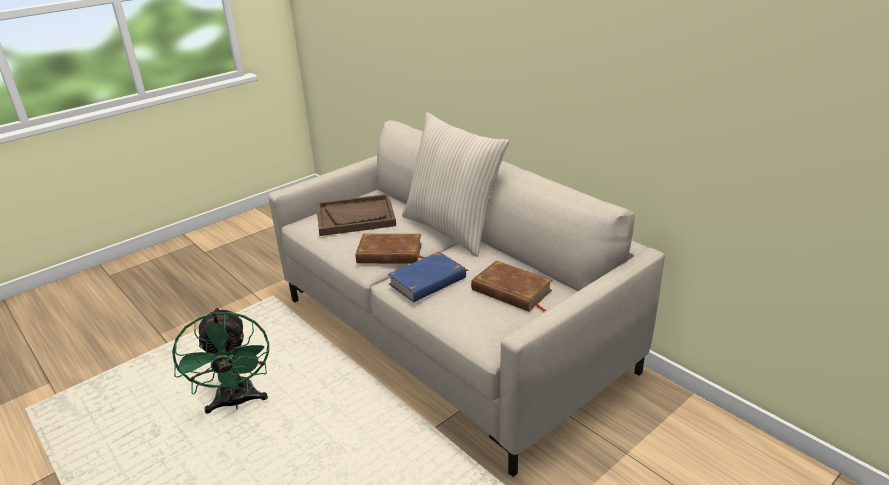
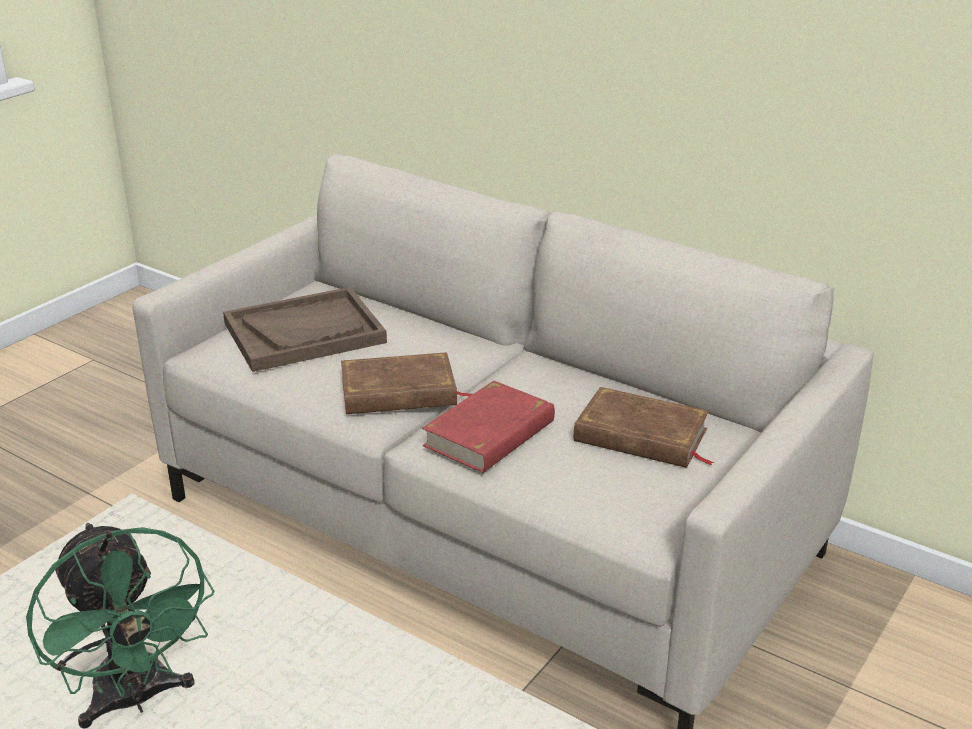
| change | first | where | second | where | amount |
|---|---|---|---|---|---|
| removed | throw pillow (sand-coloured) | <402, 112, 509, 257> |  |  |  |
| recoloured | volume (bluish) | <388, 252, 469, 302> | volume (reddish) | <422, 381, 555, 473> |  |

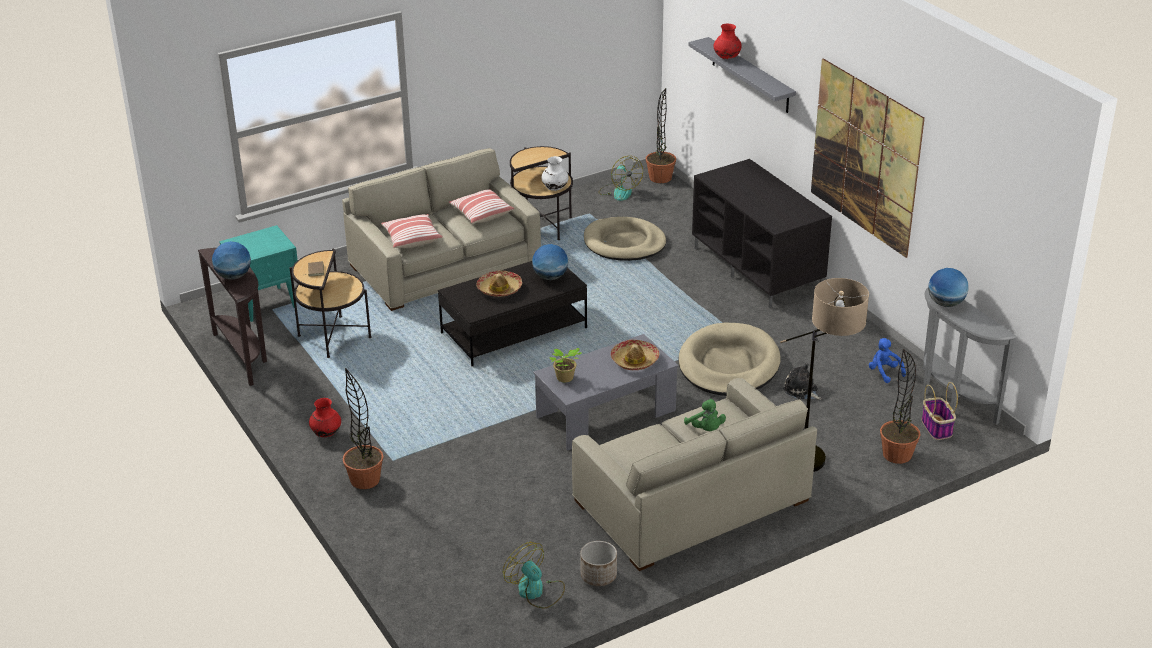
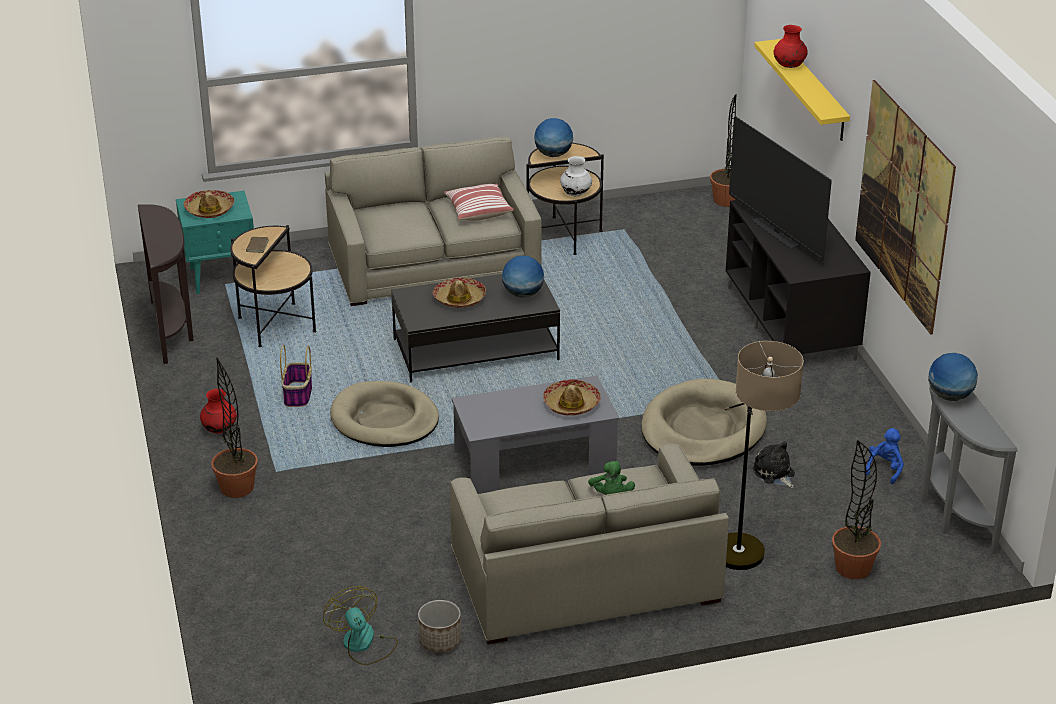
| change | first | where | second | where | amount |
|---|---|---|---|---|---|
| removed | throw pillow | <381, 214, 443, 248> |  |  |  |
| removed | plant in a pot | <549, 348, 582, 382> |  |  |  |
| removed | fan | <599, 156, 643, 201> |  |  |  |
| added |  |  | wearable hat | <184, 190, 234, 218> |  |
| added |  |  | TV | <729, 116, 832, 261> |  |
| moved | desk globe | <212, 241, 251, 279> |  | <535, 118, 573, 157> |  |
| moved | dog cushion (sand-coloured) | <584, 217, 666, 261> |  | <330, 381, 439, 447> |  |
| moved | storage basket | <922, 382, 958, 440> |  | <280, 345, 312, 407> |  |
| recoloured | wall shelf (grey) | <689, 37, 796, 113> | wall shelf (yellowish) | <754, 39, 850, 141> |  |
| turned | plush toy (bluish) | <869, 338, 906, 383> |  | <866, 428, 904, 484> | 45 degrees clockwise |

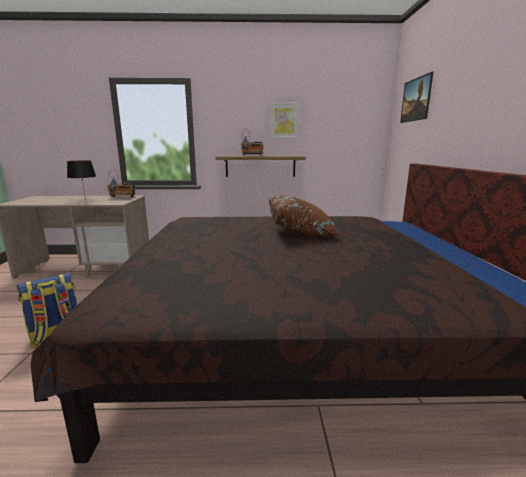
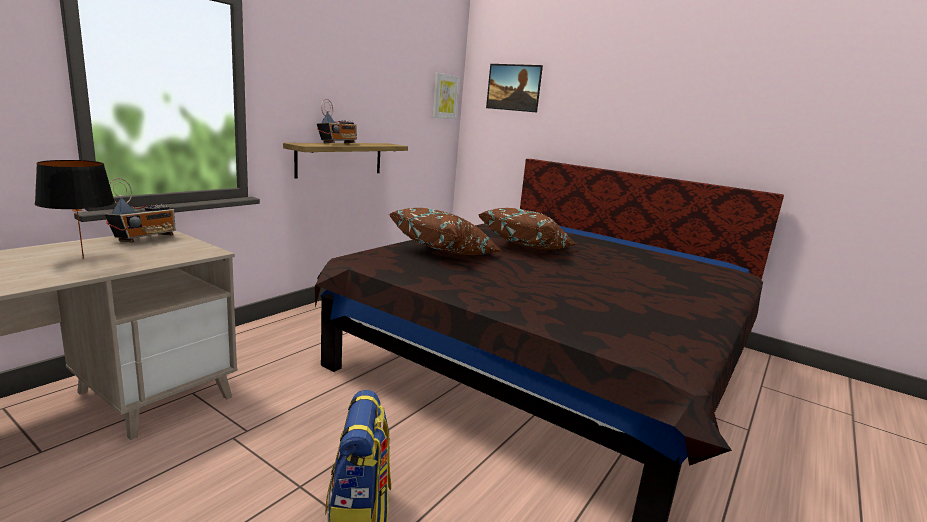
| change | first | where | second | where | amount |
|---|---|---|---|---|---|
| added |  |  | throw pillow (brownish) | <389, 208, 501, 255> |  |
| moved | wall picture | <270, 103, 300, 139> |  | <432, 73, 460, 119> |  |

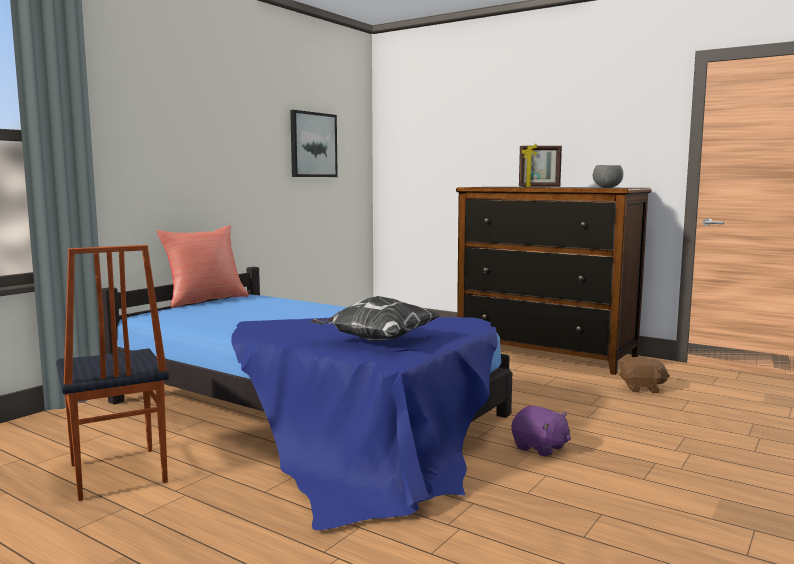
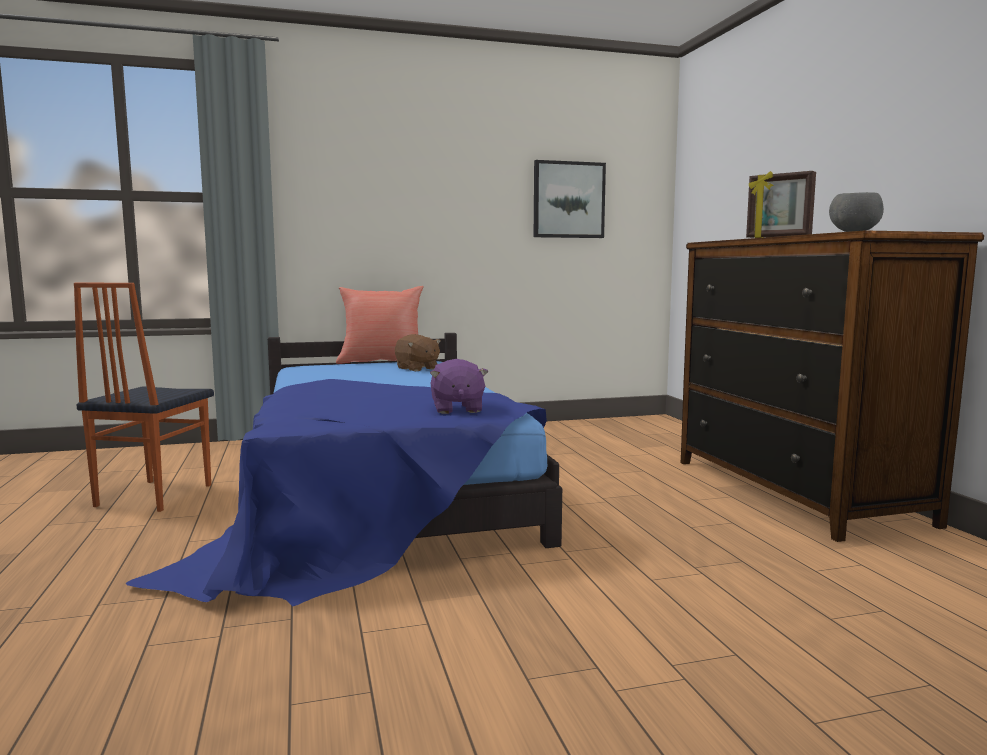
| change | first | where | second | where | amount |
|---|---|---|---|---|---|
| removed | throw pillow | <311, 296, 441, 341> |  |  |  |
| moved | plush toy (purple) | <512, 406, 571, 457> |  | <430, 359, 488, 414> |  |
| moved | plush toy (brownish) | <619, 357, 670, 393> |  | <395, 334, 441, 371> |  |

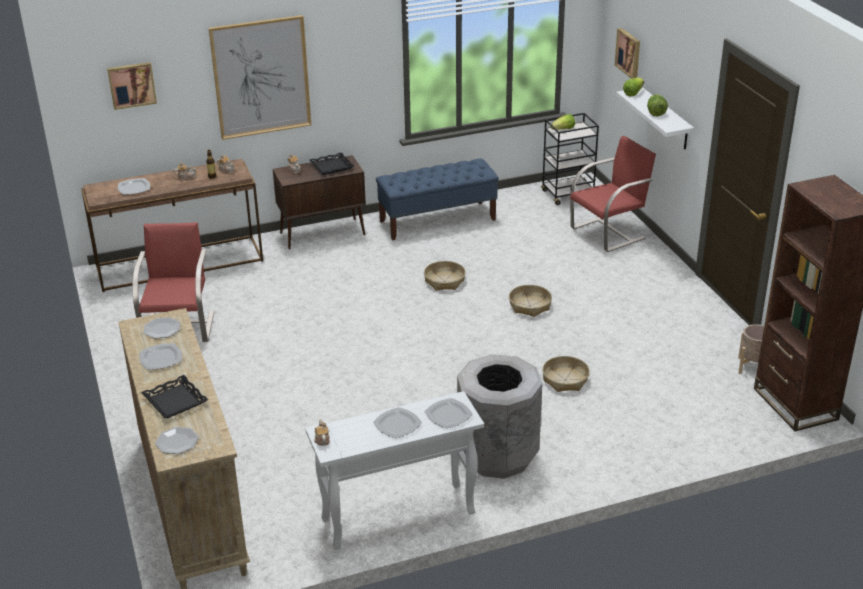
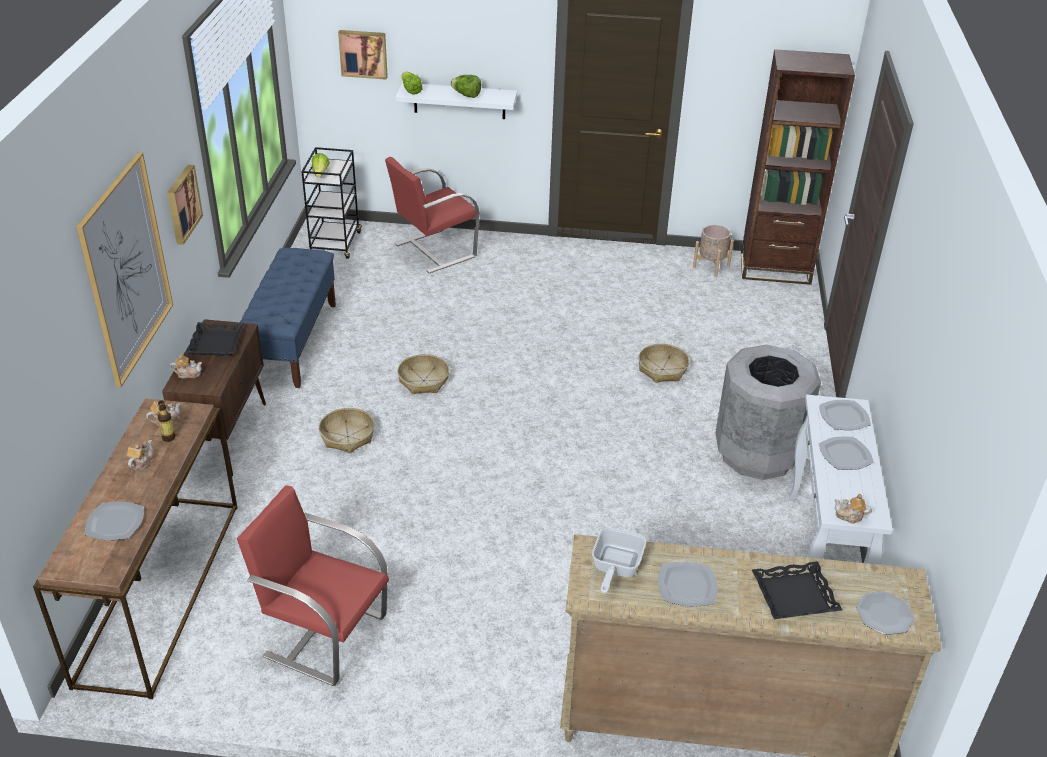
| change | first | where | second | where | amount |
|---|---|---|---|---|---|
| moved | wall picture | <107, 62, 157, 110> |  | <167, 165, 203, 245> |  |
| moved | storage basket | <509, 285, 552, 317> |  | <319, 408, 375, 453> |  |
| replaced | flat dish | <144, 317, 180, 339> | skillet | <592, 528, 646, 594> |  |
| turned | plain chair (reddish) | <570, 136, 656, 252> |  | <385, 157, 480, 274> | 120 degrees counterclockwise |

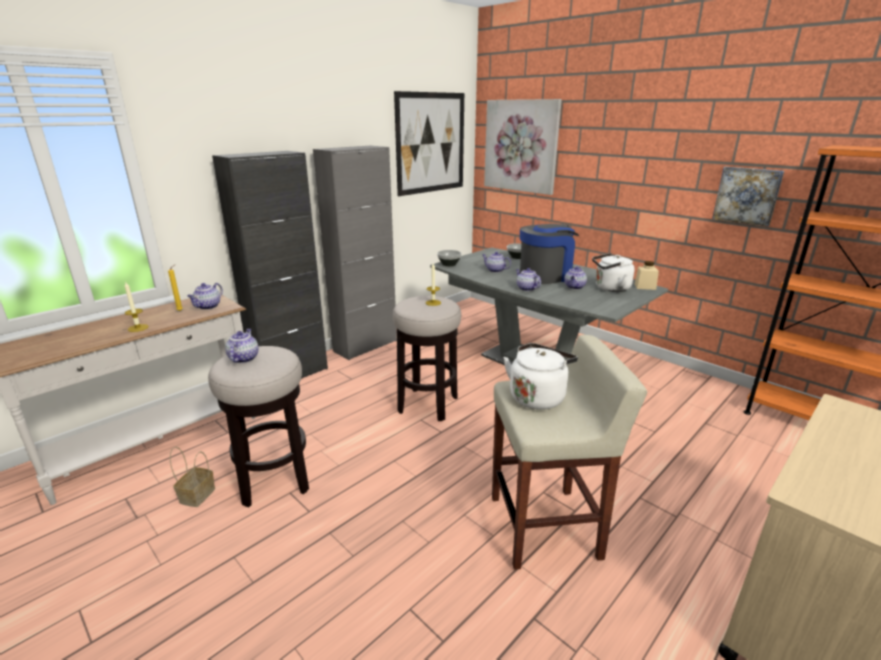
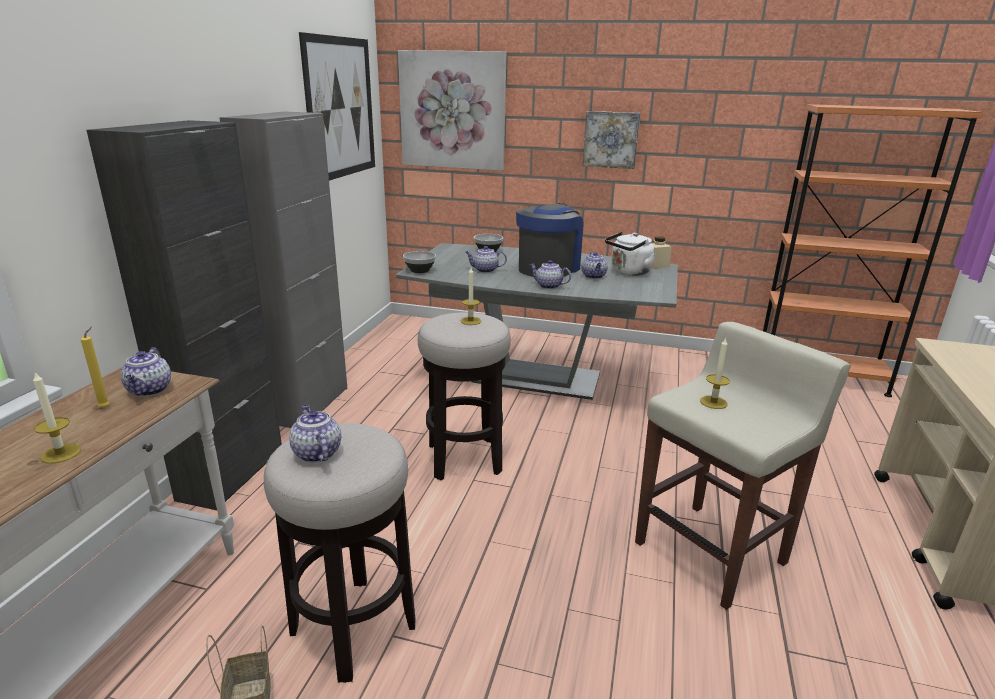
| change | first | where | second | where | amount |
|---|---|---|---|---|---|
| moved | wall picture | <712, 167, 784, 227> |  | <583, 111, 640, 169> |  |
| replaced | water kettle (whitish) | <504, 343, 578, 410> | wax light | <700, 337, 730, 409> |  |

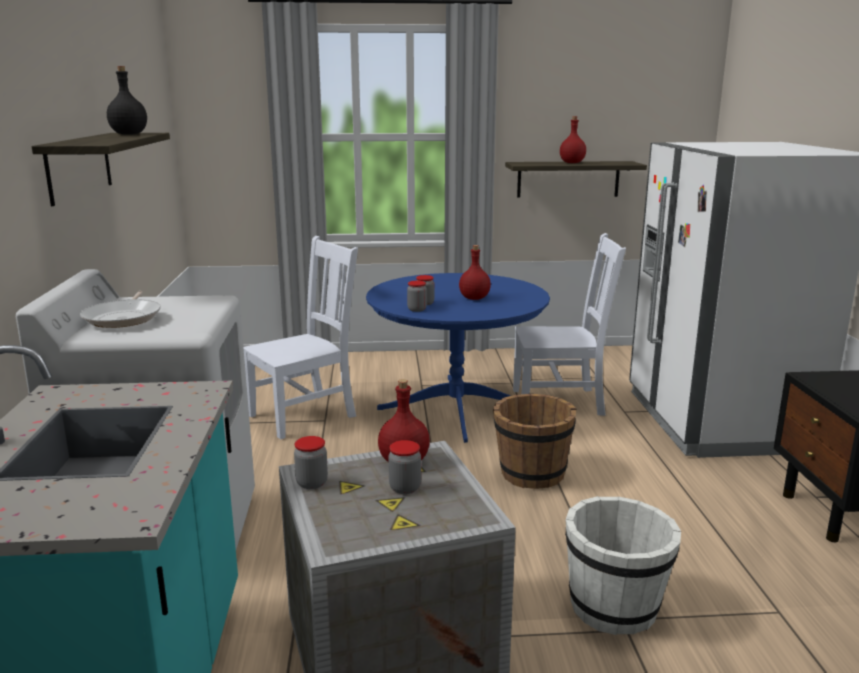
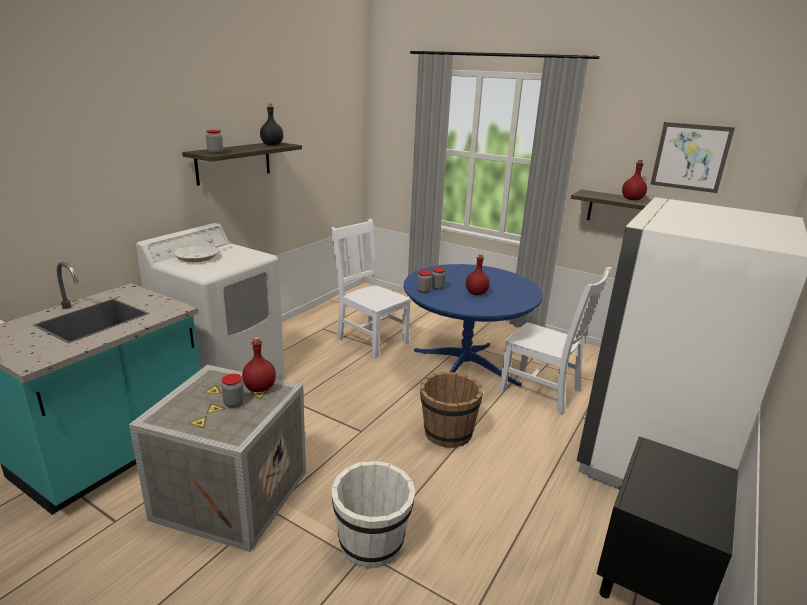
| change | first | where | second | where | amount |
|---|---|---|---|---|---|
| added |  |  | wall picture | <650, 122, 735, 193> |  |
| moved | preserve jar | <294, 436, 328, 489> |  | <206, 130, 223, 154> |  |
| turned | plain chair (whitish) | <243, 236, 358, 440> |  | <331, 219, 411, 358> | 135 degrees counterclockwise |

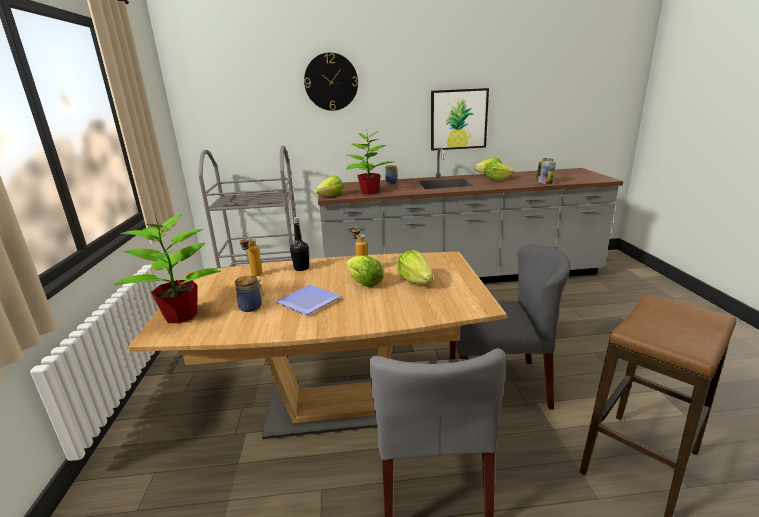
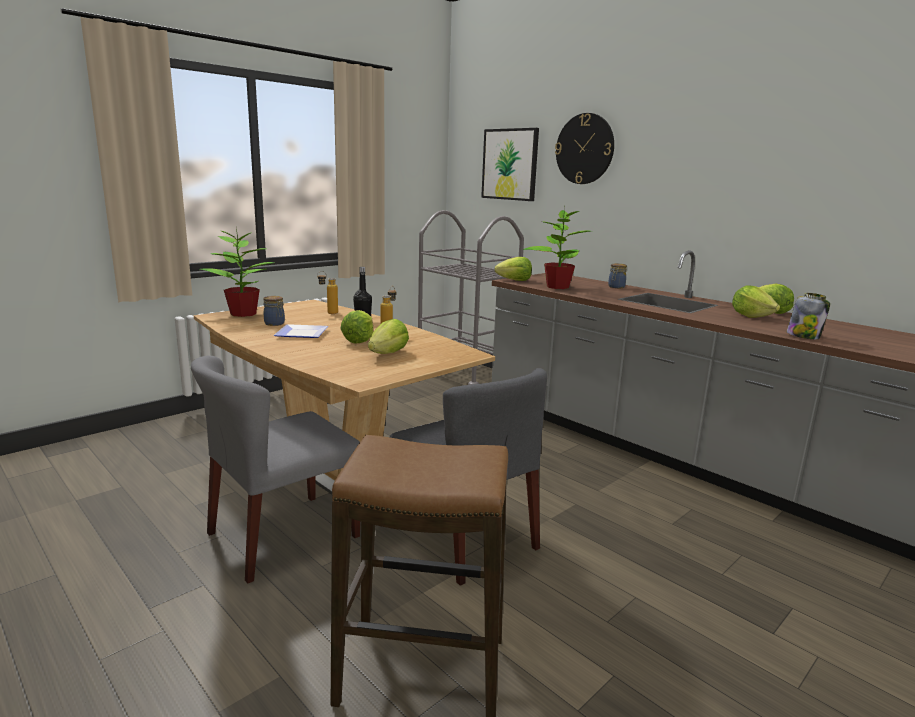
| change | first | where | second | where | amount |
|---|---|---|---|---|---|
| moved | wall picture | <431, 88, 489, 150> |  | <481, 128, 539, 201> |  |

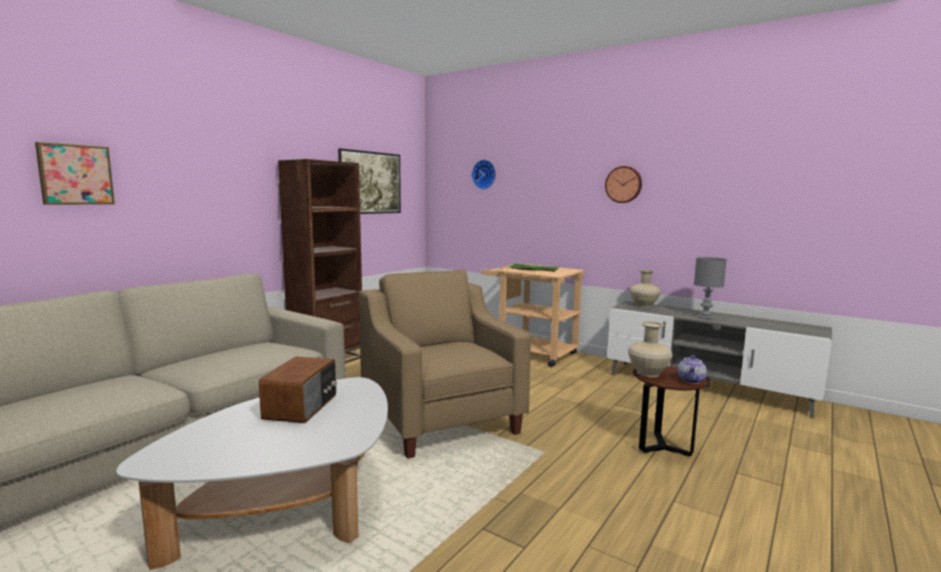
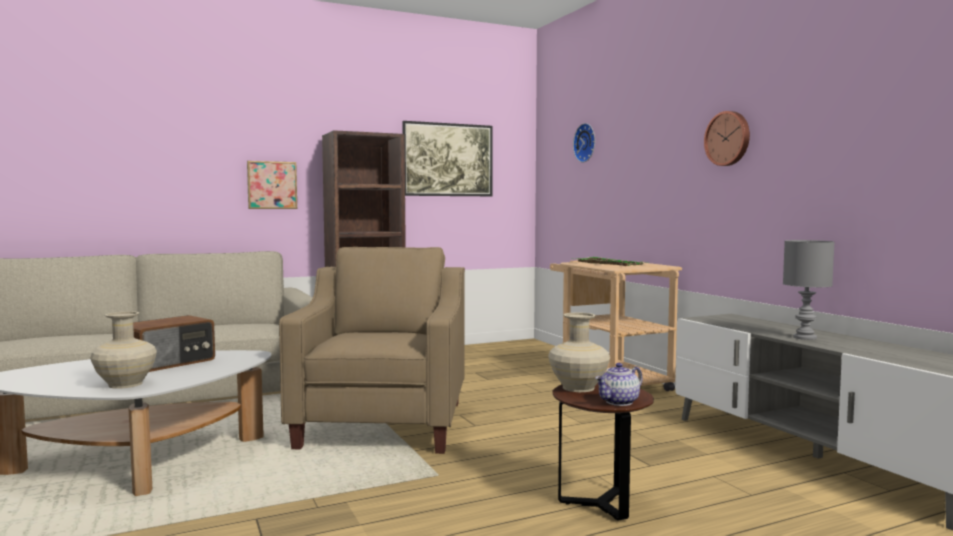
| change | first | where | second | where | amount |
|---|---|---|---|---|---|
| moved | wall picture | <35, 142, 115, 205> |  | <247, 161, 297, 209> |  |
| moved | vase (sand-coloured) | <630, 270, 661, 308> |  | <90, 311, 157, 389> |  |

